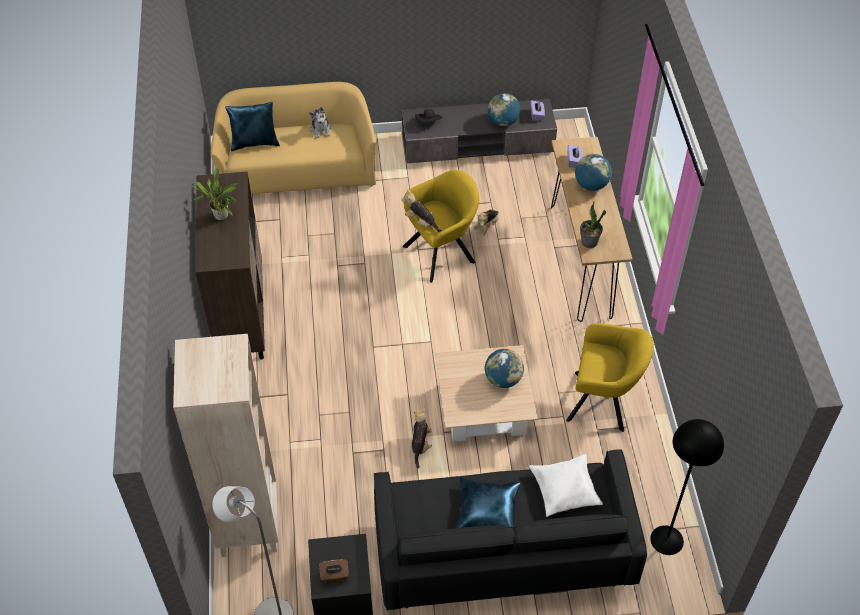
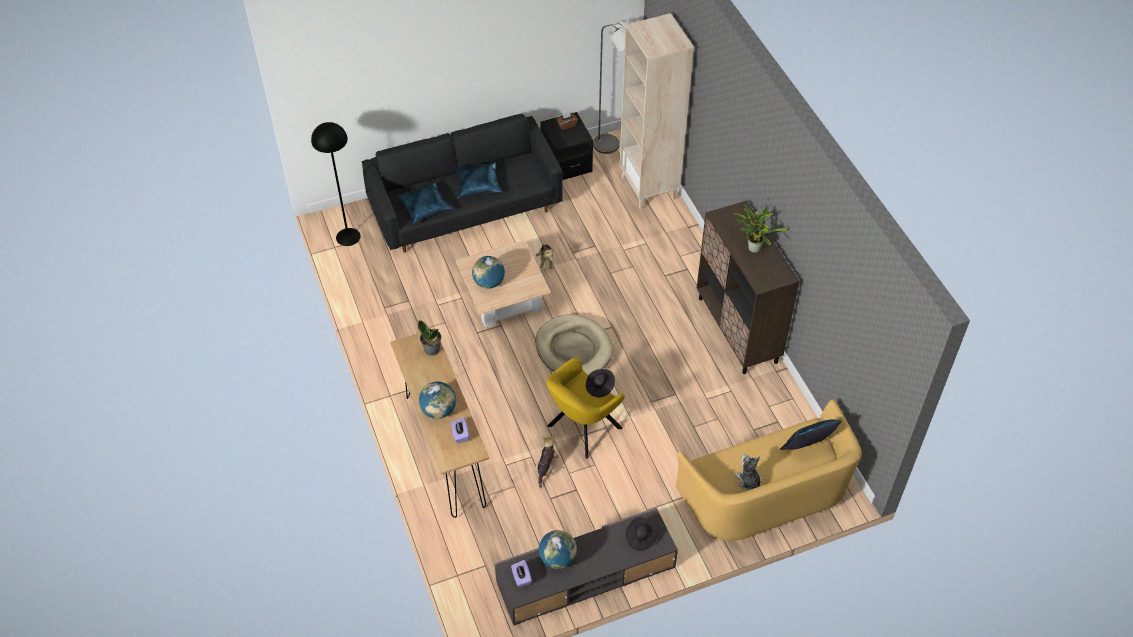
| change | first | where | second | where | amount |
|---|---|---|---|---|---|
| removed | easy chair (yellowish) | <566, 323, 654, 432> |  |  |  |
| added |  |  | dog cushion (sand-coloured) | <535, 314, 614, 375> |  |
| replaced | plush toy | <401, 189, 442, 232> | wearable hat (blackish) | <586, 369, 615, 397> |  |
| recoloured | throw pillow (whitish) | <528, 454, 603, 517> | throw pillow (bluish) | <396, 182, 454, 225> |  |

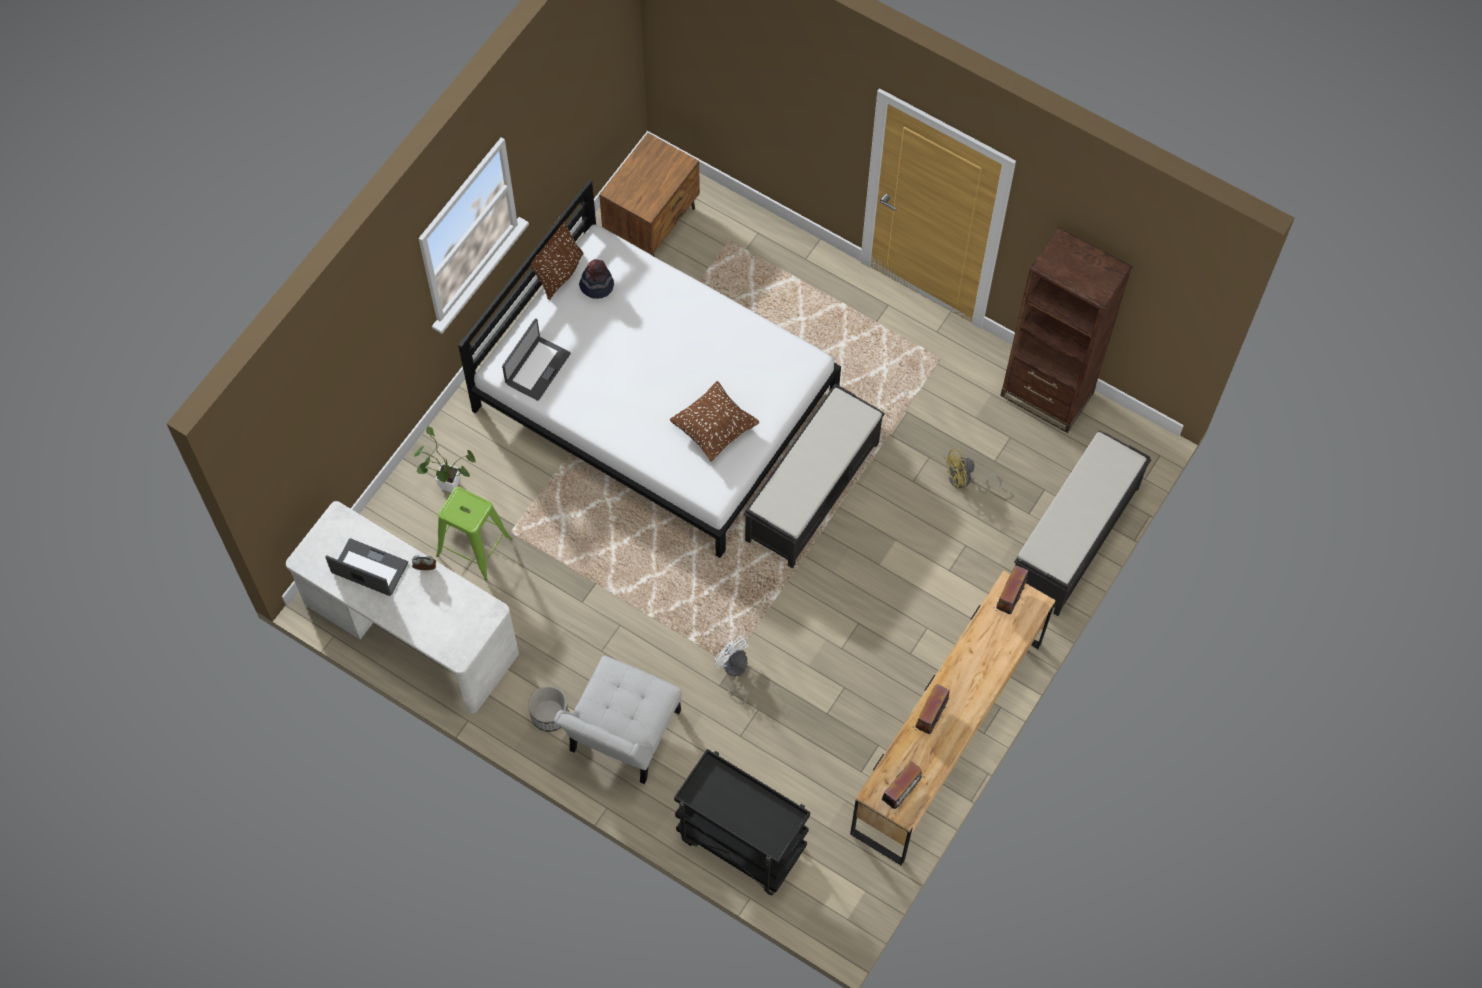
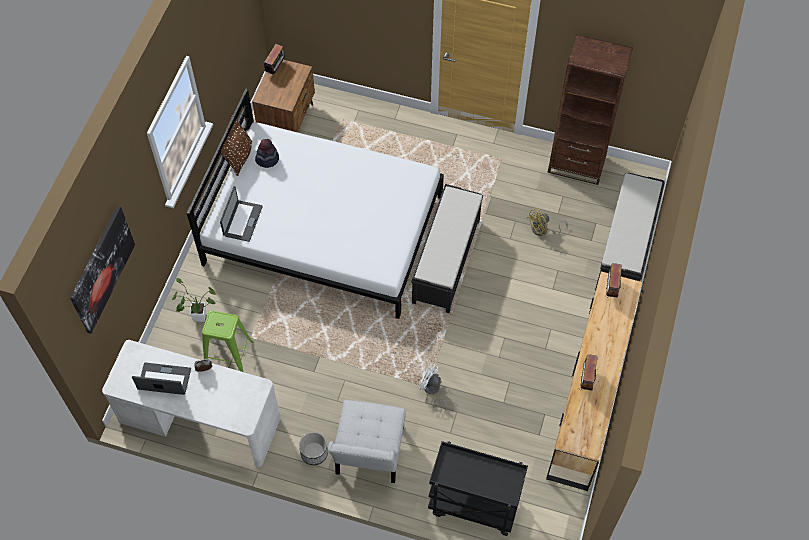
| change | first | where | second | where | amount |
|---|---|---|---|---|---|
| removed | throw pillow (brownish) | <669, 381, 759, 462> |  |  |  |
| added |  |  | wall picture | <70, 206, 135, 334> |  |
| moved | radio | <882, 761, 923, 809> |  | <264, 44, 285, 74> |  |

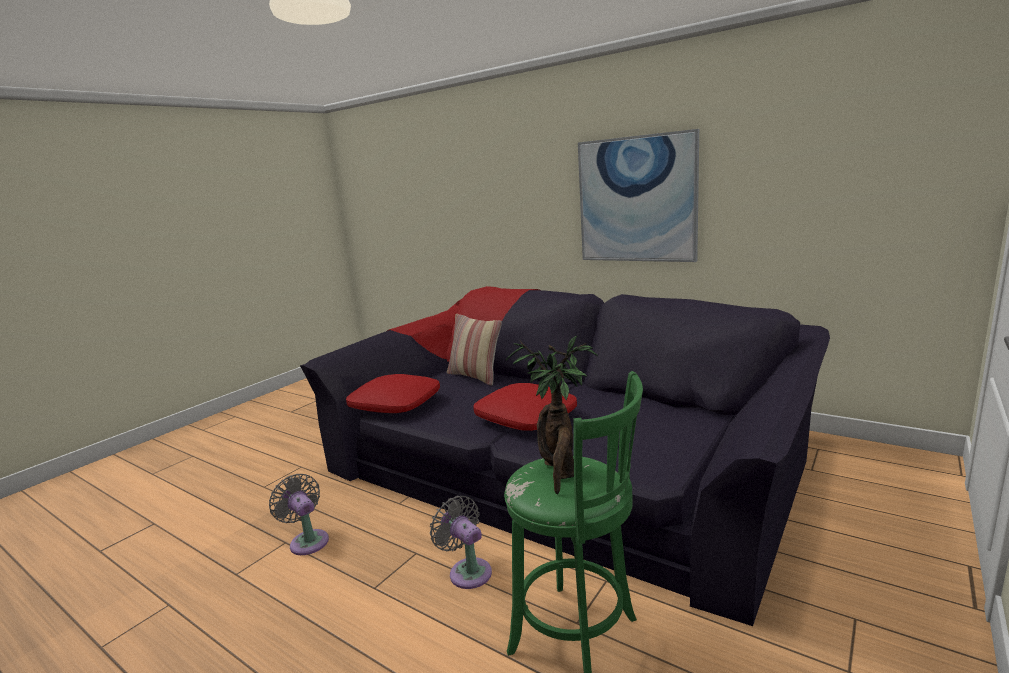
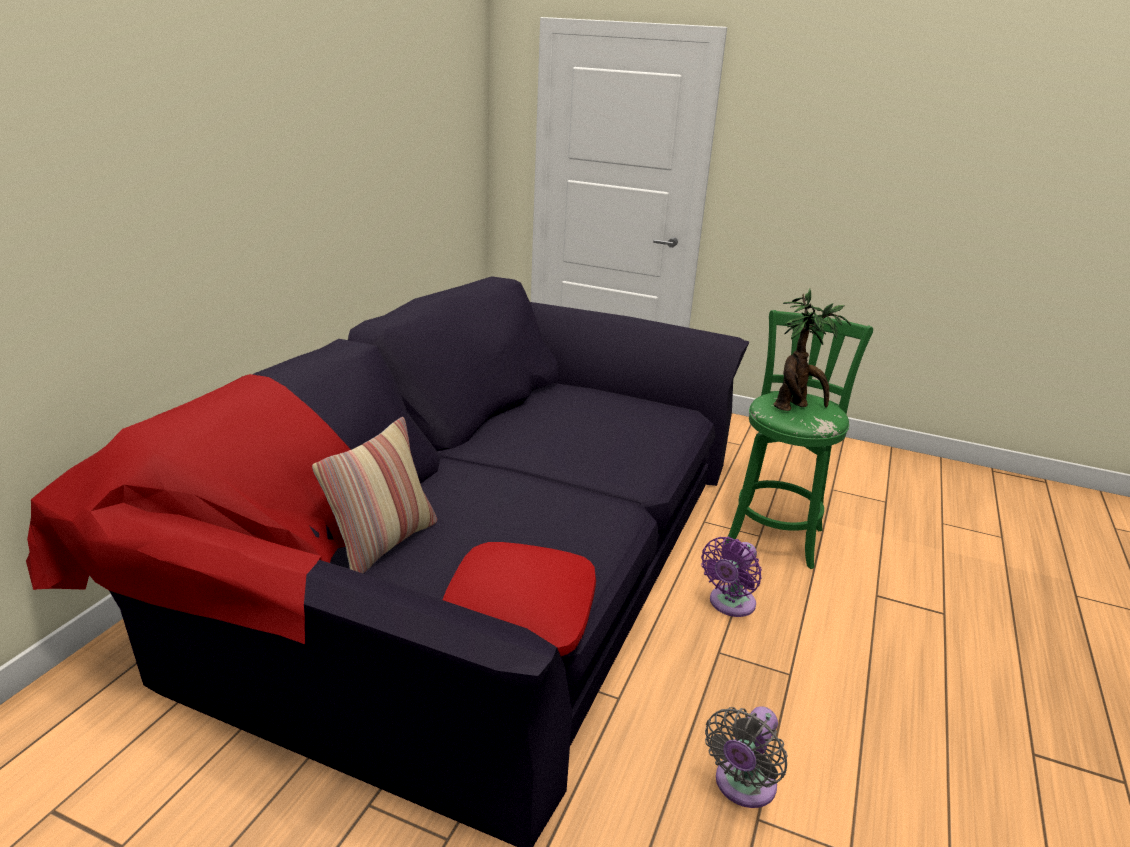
| change | first | where | second | where | amount |
|---|---|---|---|---|---|
| removed | throw pillow (reddish) | <473, 383, 577, 431> |  |  |  |
| removed | wall picture | <578, 129, 699, 262> |  |  |  |
| recoloured | fan (grey) | <430, 496, 492, 589> | fan (purple) | <701, 537, 762, 617> |  |

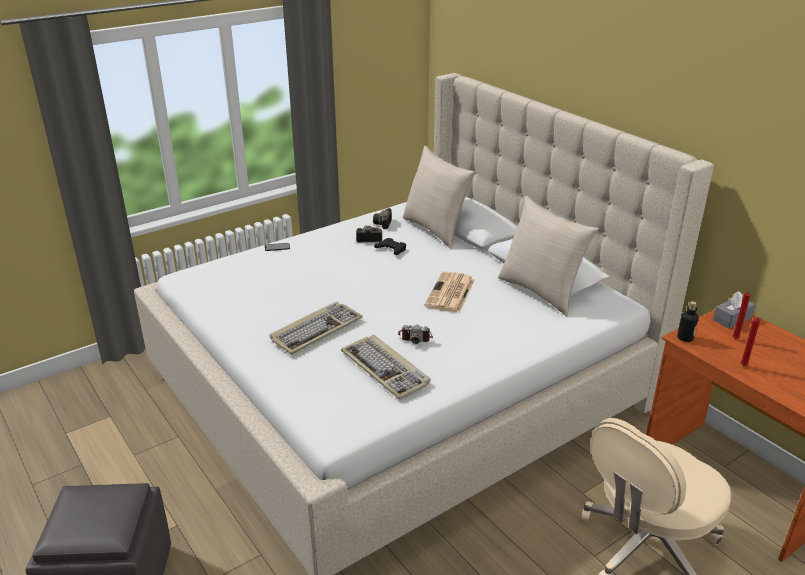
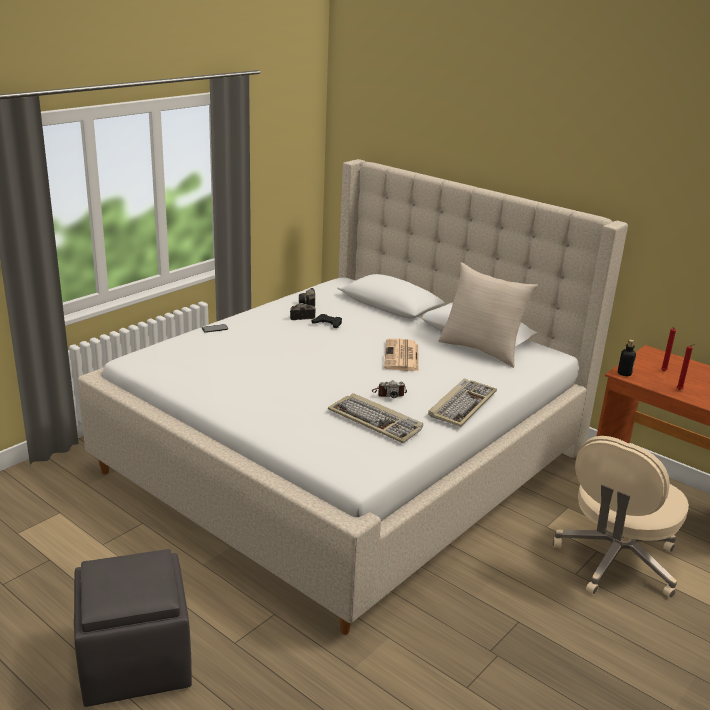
| change | first | where | second | where | amount |
|---|---|---|---|---|---|
| removed | throw pillow (sand-coloured) | <403, 146, 476, 248> |  |  |  |
| removed | tissue box (grey) | <713, 291, 756, 329> |  |  |  |
| moved | keyboard | <270, 301, 363, 355> |  | <428, 378, 497, 427> |  |

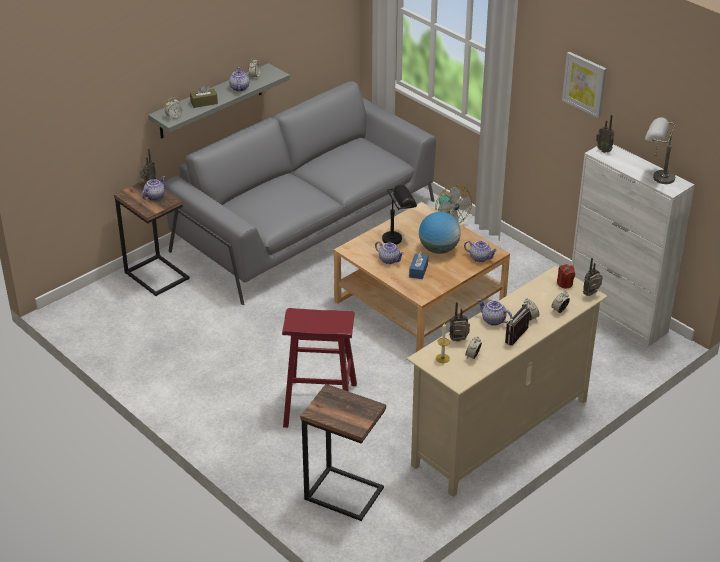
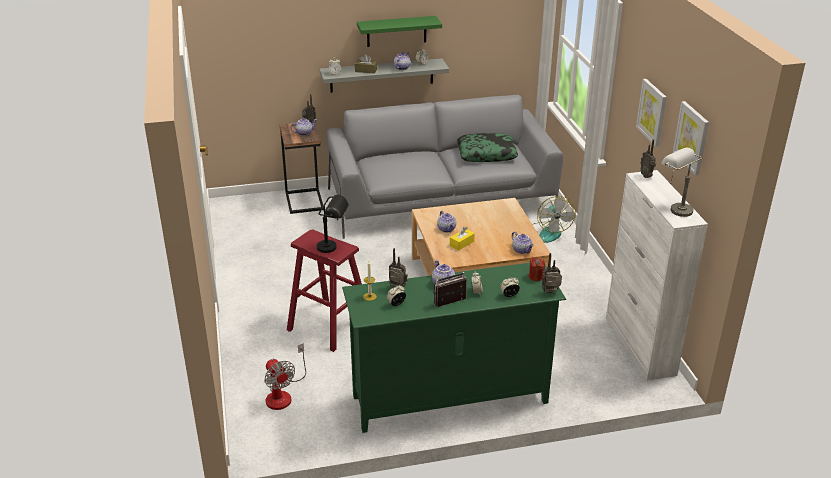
| change | first | where | second | where | amount |
|---|---|---|---|---|---|
| removed | desk globe | <419, 212, 461, 254> |  |  |  |
| added |  |  | wall shelf (green-coloured) | <357, 16, 442, 47> |  |
| added |  |  | throw pillow | <457, 133, 518, 162> |  |
| added |  |  | wall picture | <673, 101, 709, 175> |  |
| moved | table lamp (blackish) | <382, 185, 417, 245> |  | <317, 195, 349, 253> |  |
| replaced | accent table | <300, 384, 386, 521> | fan | <264, 343, 306, 410> |  |
| recoloured | media console (sand-coloured) | <406, 266, 608, 497> | media console (green-coloured) | <342, 263, 566, 433> |  |
| recoloured | tissue box (bluish) | <409, 252, 428, 279> | tissue box (yellowish) | <450, 227, 475, 251> |  |

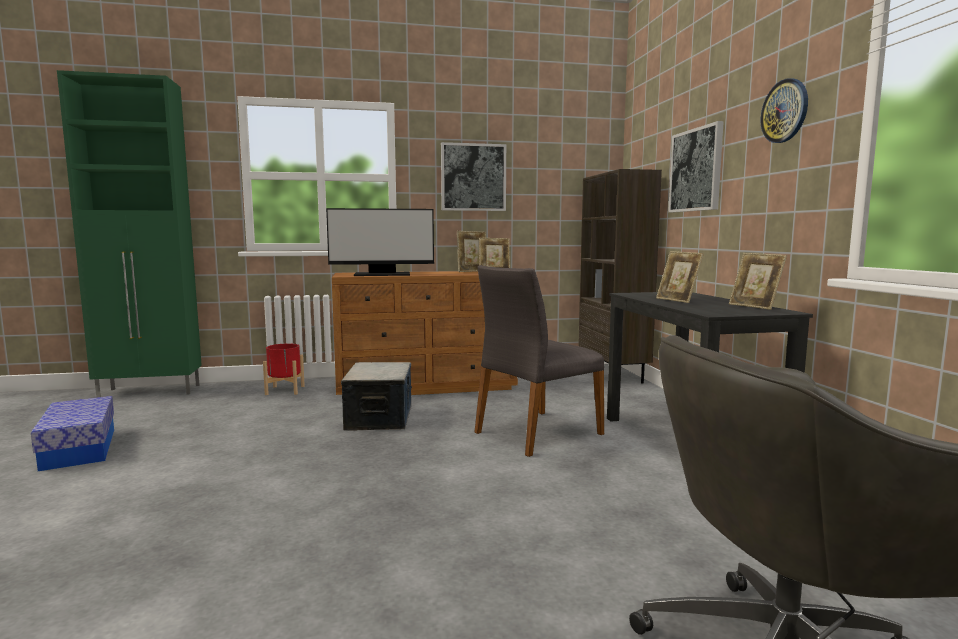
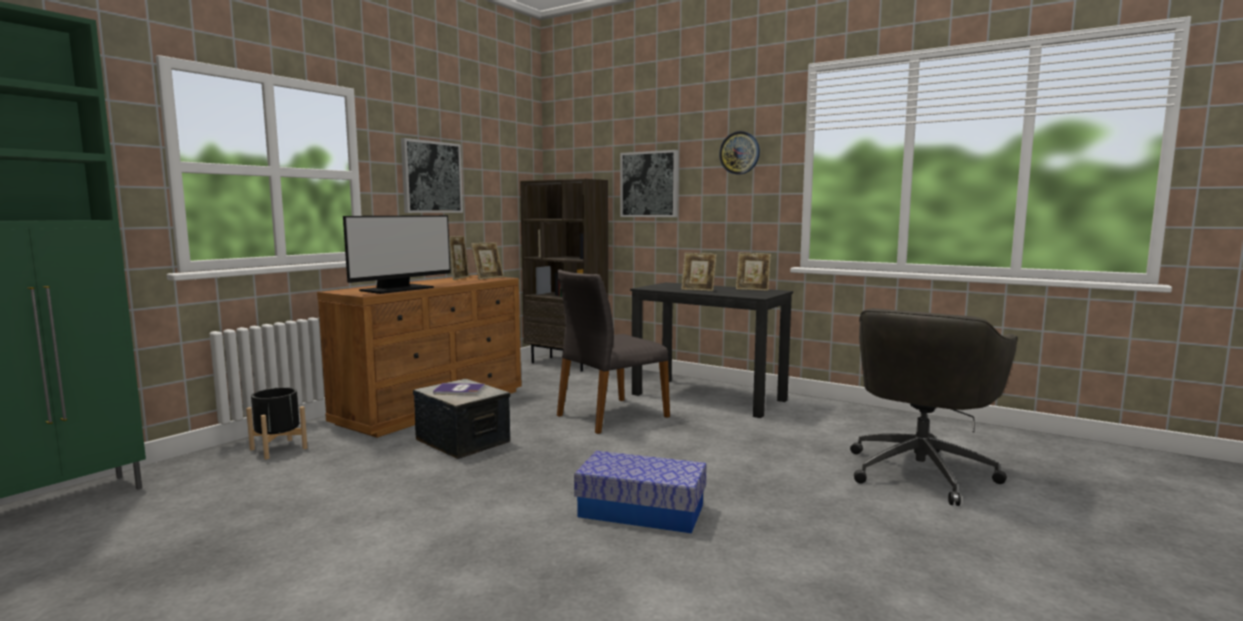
| change | first | where | second | where | amount |
|---|---|---|---|---|---|
| added |  |  | volume | <433, 383, 485, 395> |  |
| moved | storage box | <31, 396, 114, 471> |  | <574, 451, 707, 533> |  |
| recoloured | flower pot (reddish) | <263, 344, 305, 395> | flower pot (blackish) | <246, 387, 308, 459> |  |
| turned | plain chair (grey) | <474, 265, 604, 457> |  | <557, 270, 670, 434> | 45 degrees clockwise |

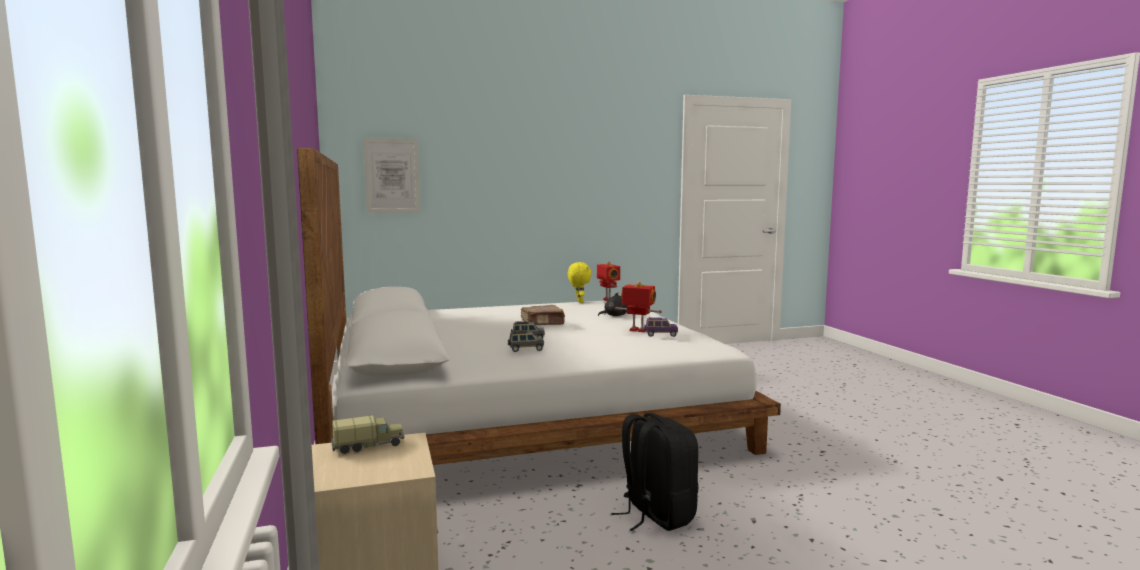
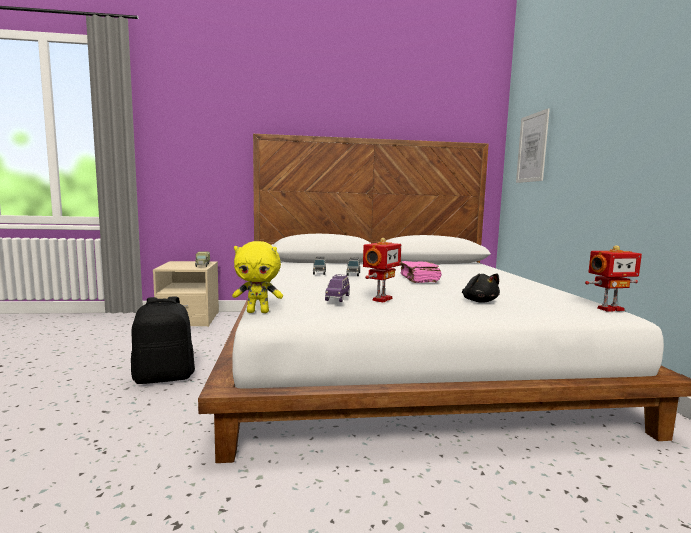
| change | first | where | second | where | amount |
|---|---|---|---|---|---|
| moved | plush toy (yellowish) | <568, 262, 592, 303> |  | <232, 241, 283, 313> |  |
| recoloured | volume (brownish) | <521, 305, 565, 325> | volume (pink-coloured) | <400, 261, 442, 283> |  |

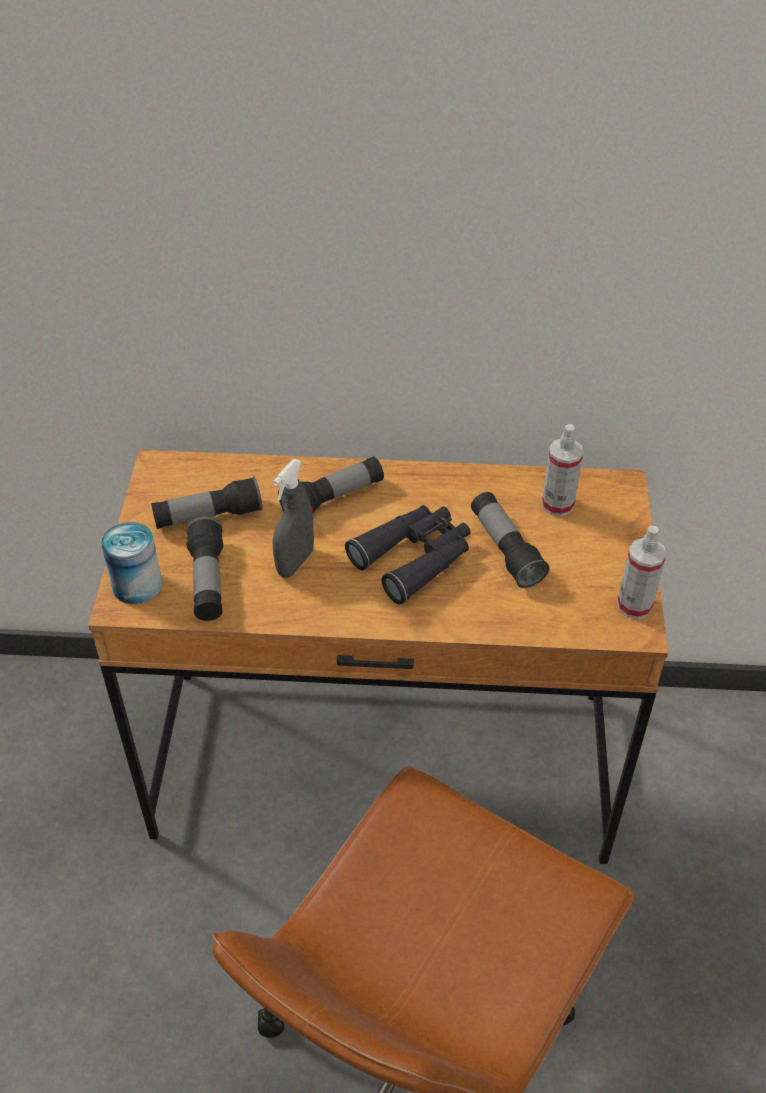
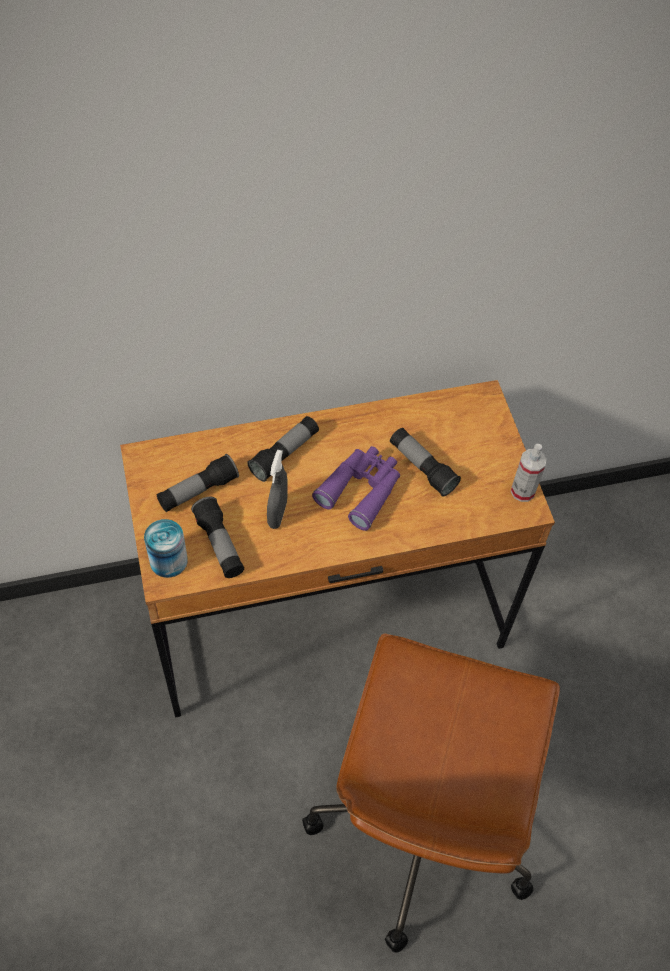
| change | first | where | second | where | amount |
|---|---|---|---|---|---|
| removed | sprayer | <542, 424, 583, 517> |  |  |  |
| recoloured | pair of binoculars (blackish) | <345, 505, 471, 605> | pair of binoculars (purple) | <312, 446, 400, 531> |  |

